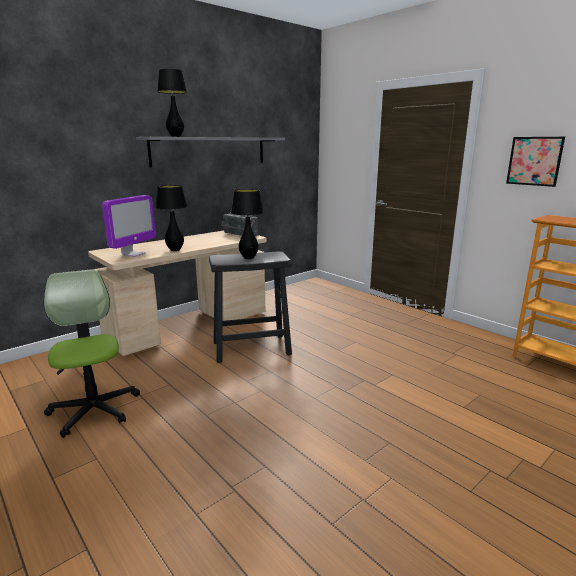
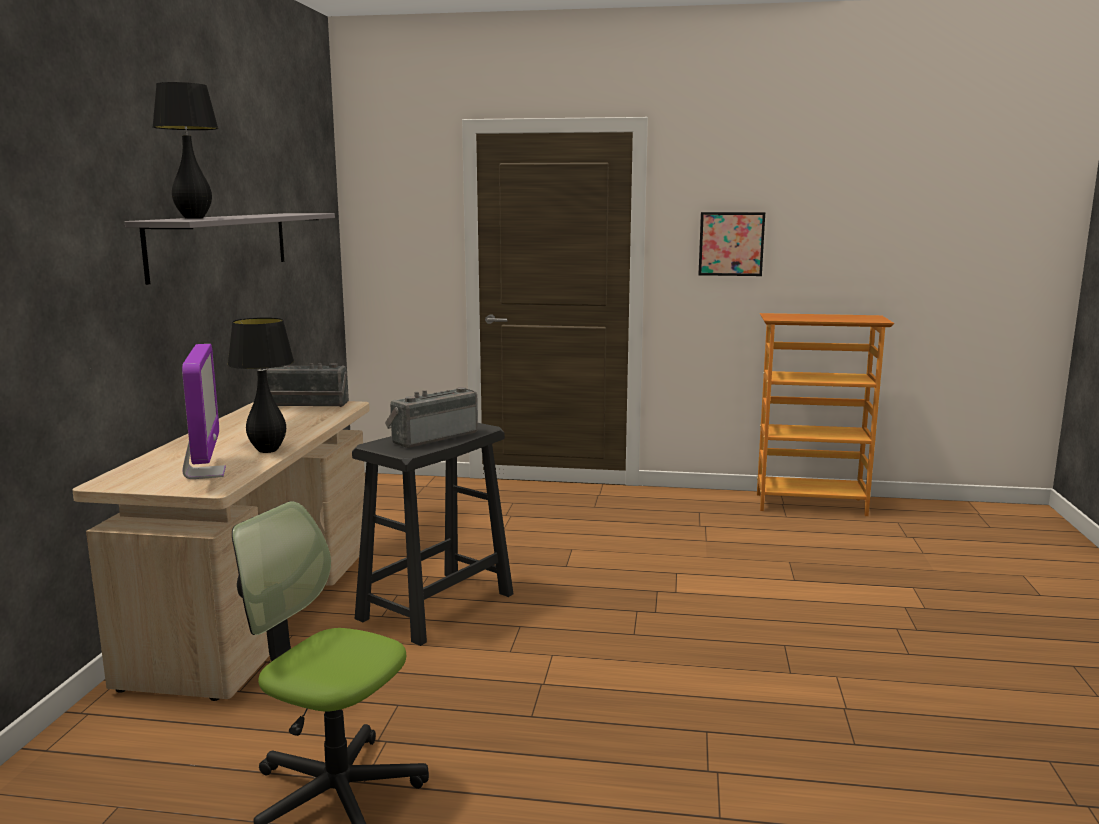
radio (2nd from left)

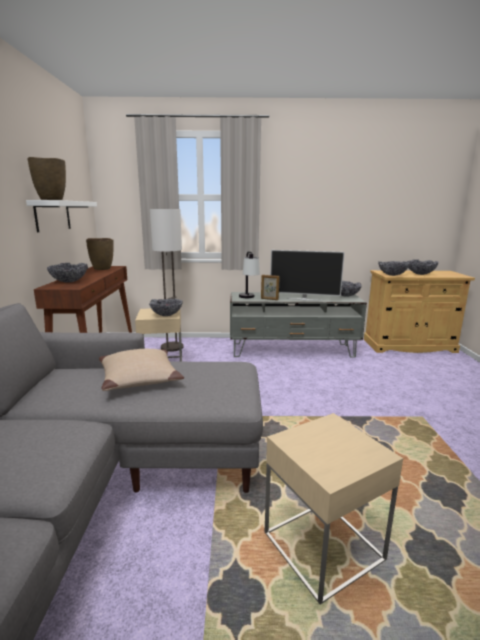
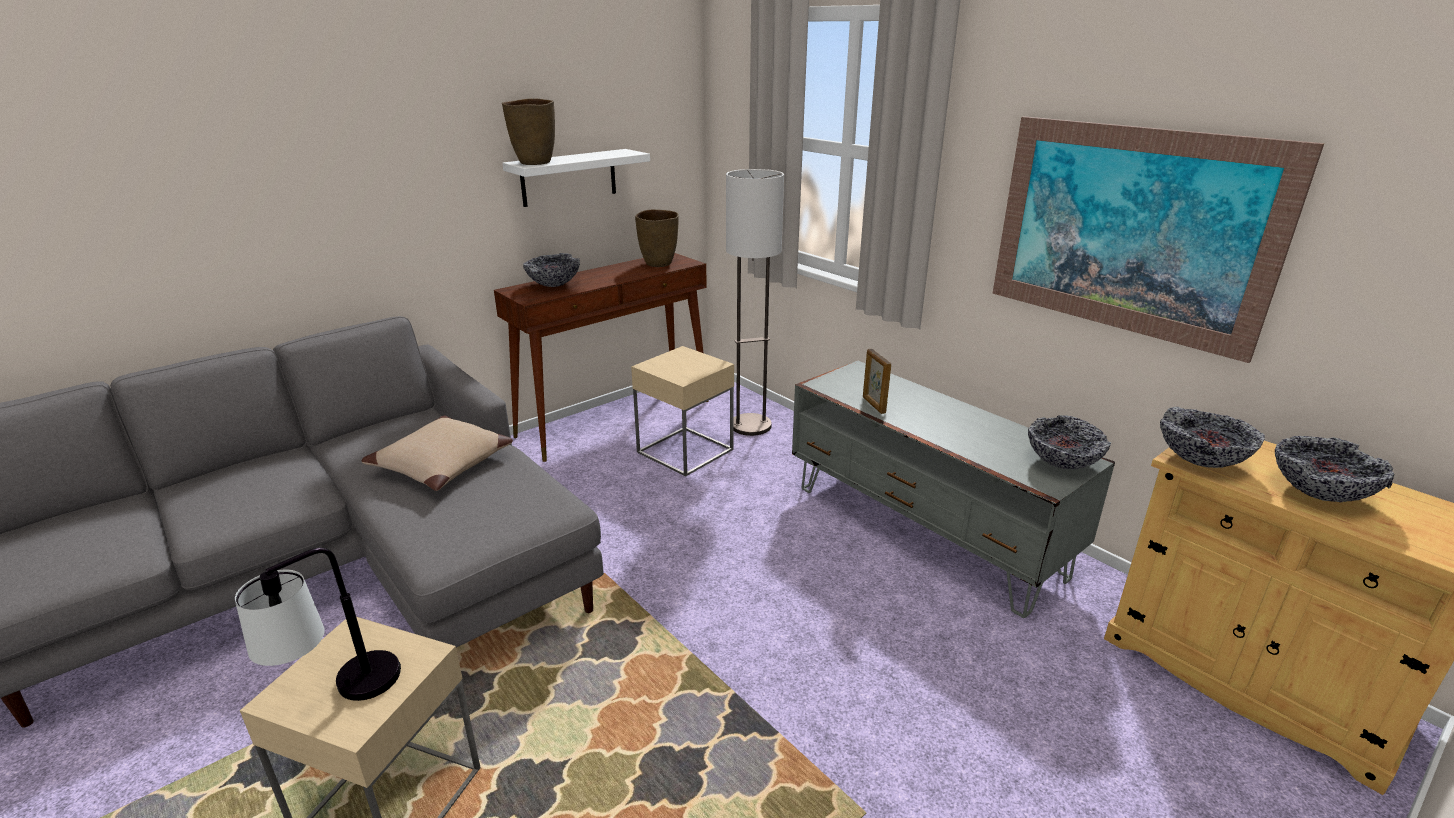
bowl (2nd from left in the first image)
television
picture
table lamp

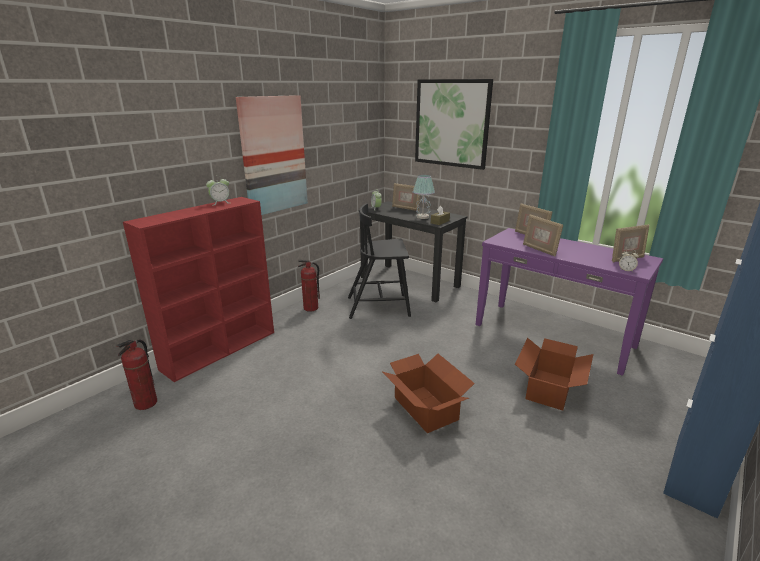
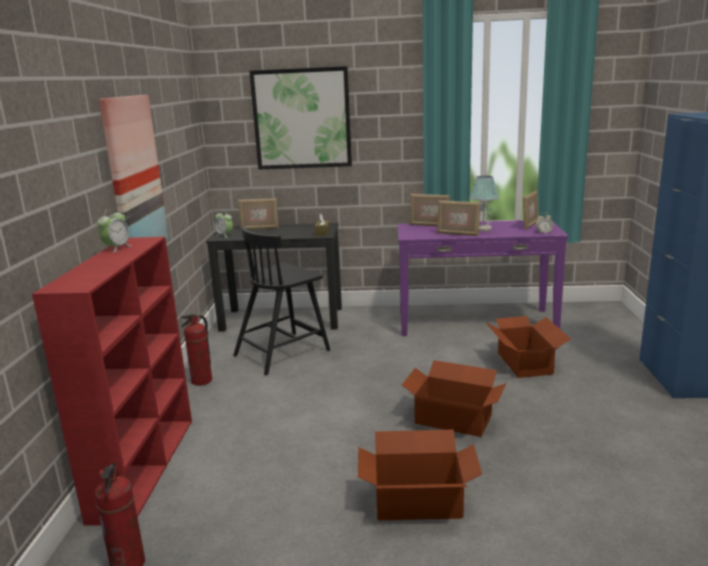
cardboard box (1st from left)
table lamp

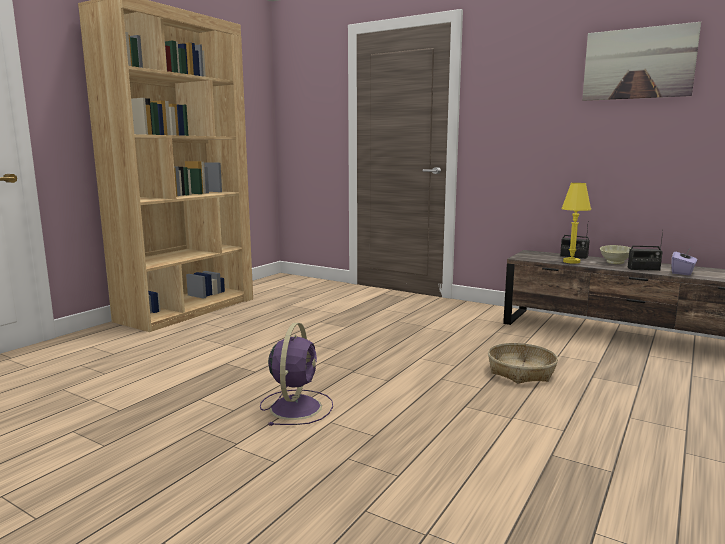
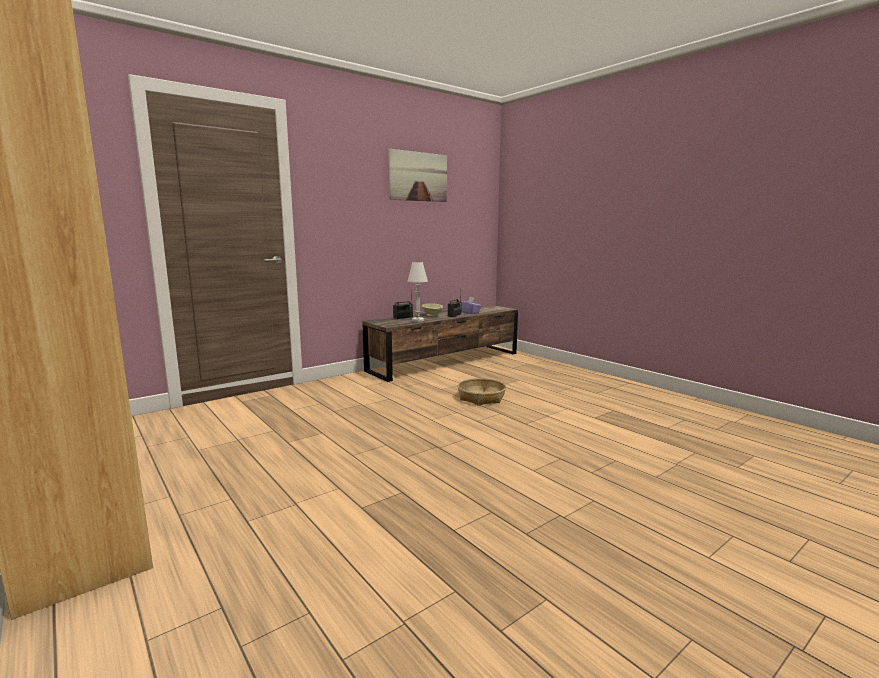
fan in purple
table lamp in white

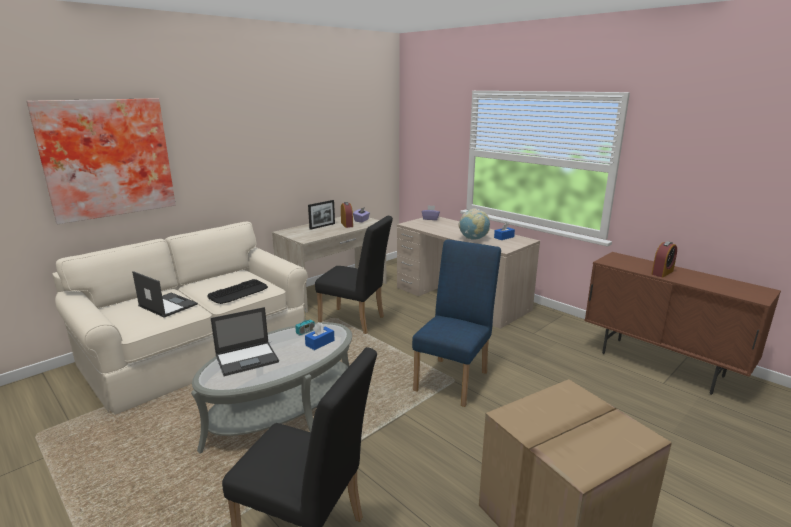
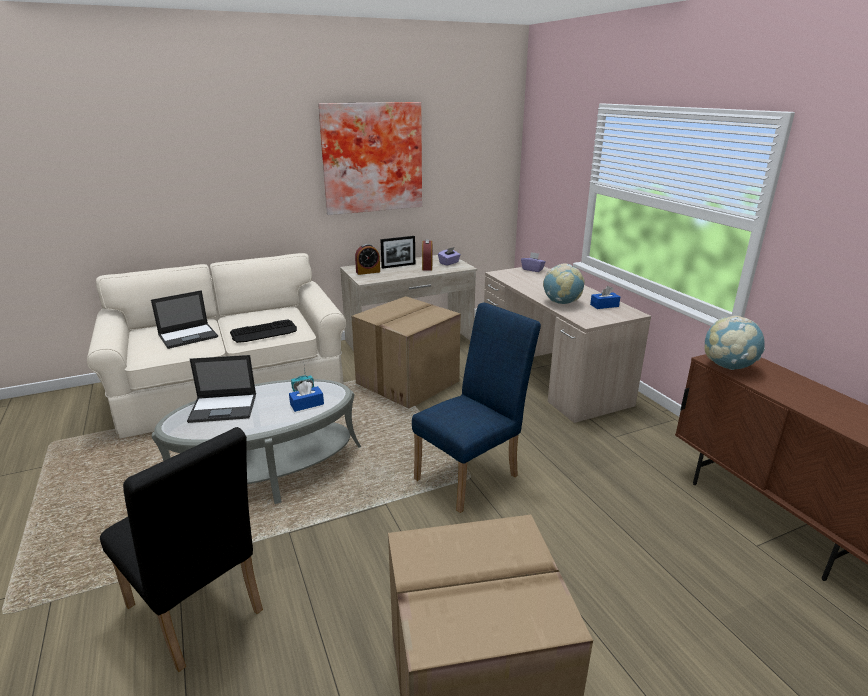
globe (2nd from left)
picture
alarm clock (1st from left)
cardboard box (1st from left)
laptop (1st from left)

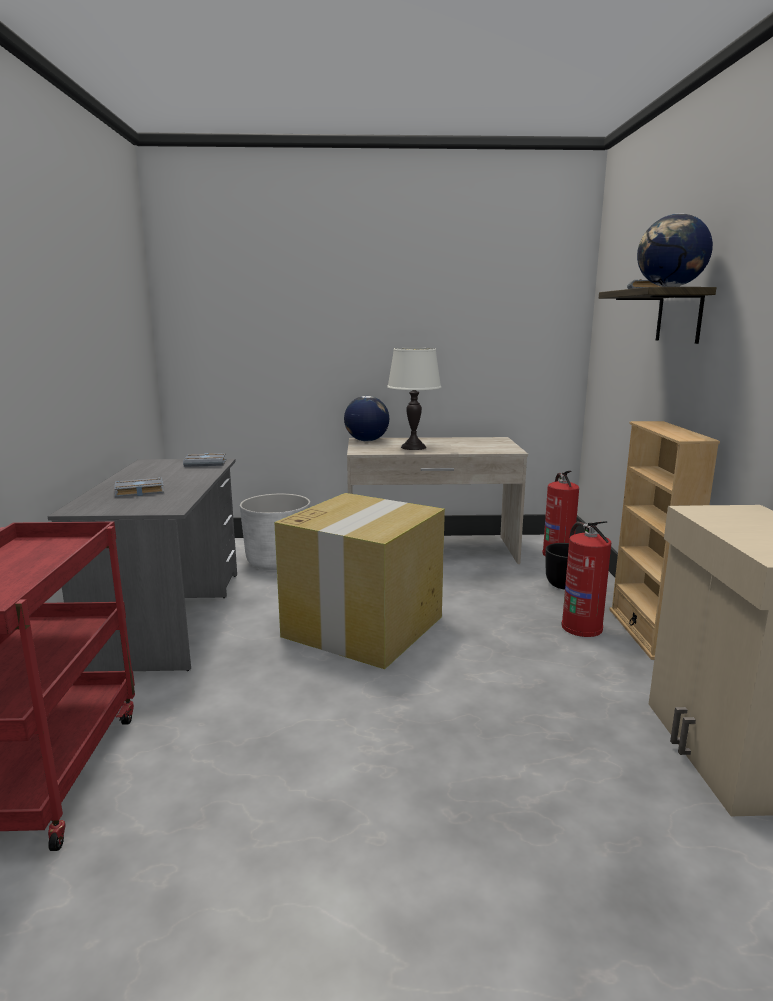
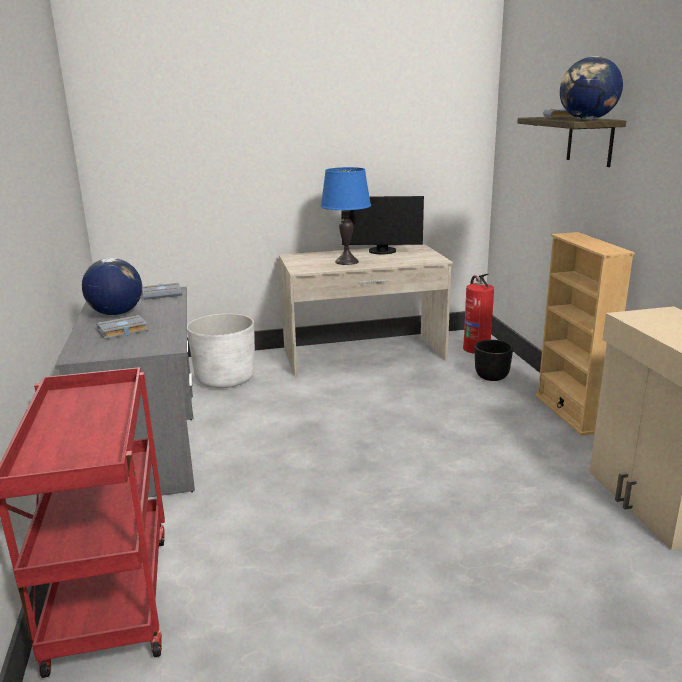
cardboard box
fire extinguisher (2nd from left in the first image)
monitor
globe (1st from left)
table lamp in blue

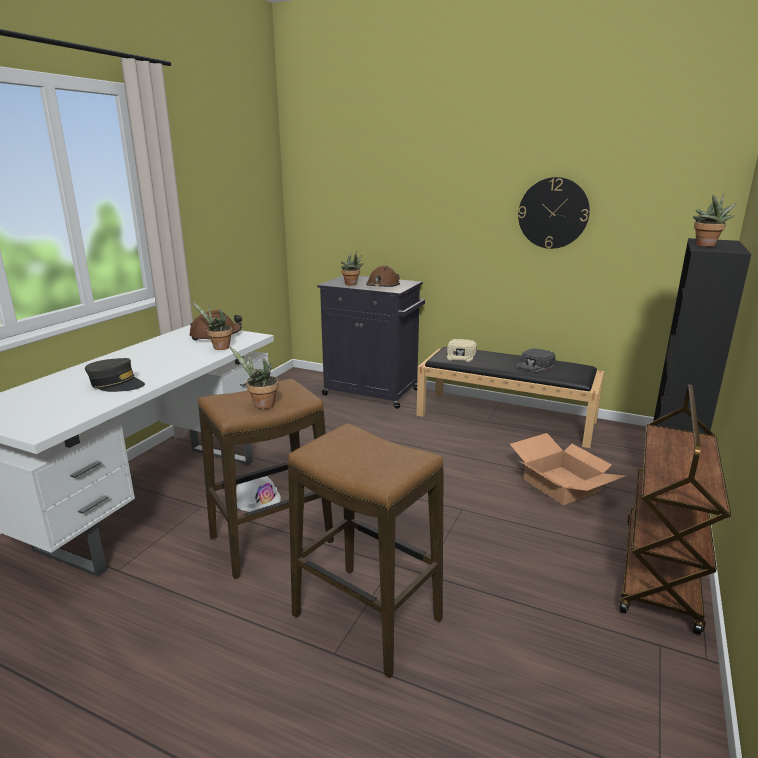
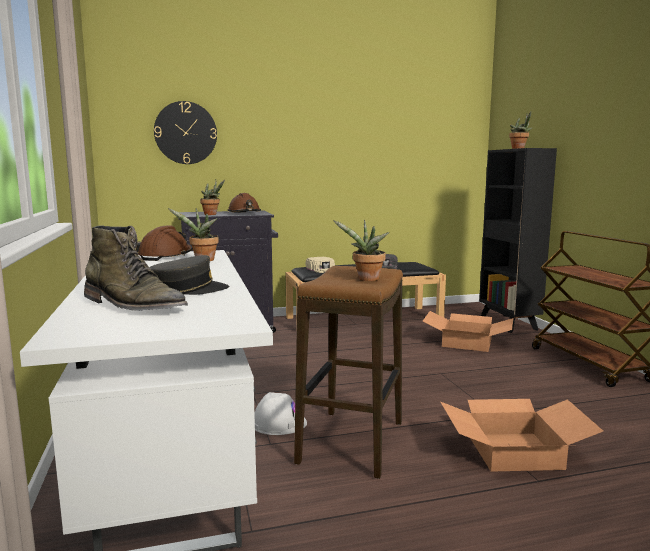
boot in green
wall clock
cardboard box (2nd from left)

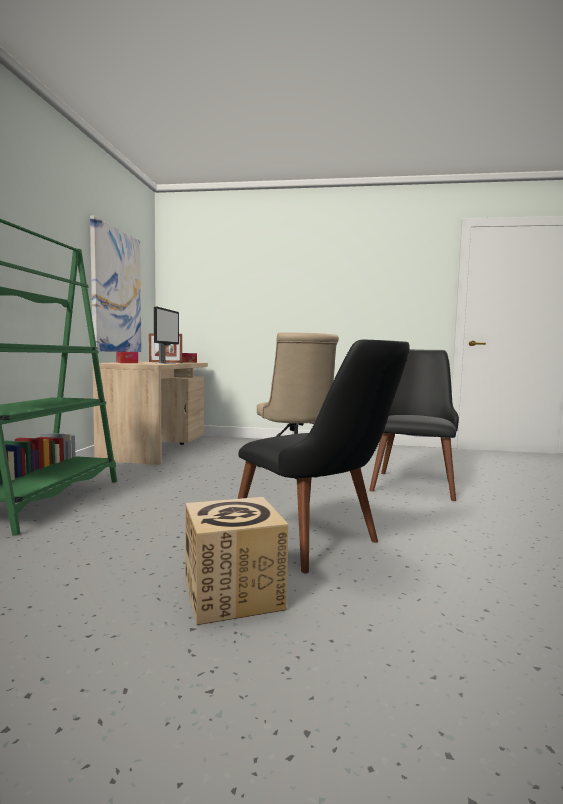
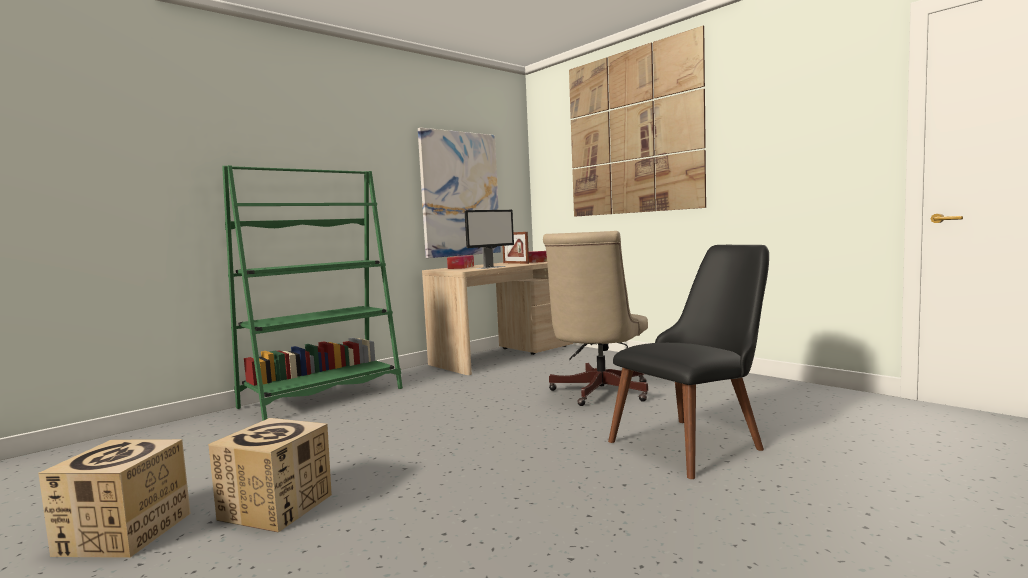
chair in black (1st from left in the first image)
cardboard box (1st from left)
picture (2nd from left)

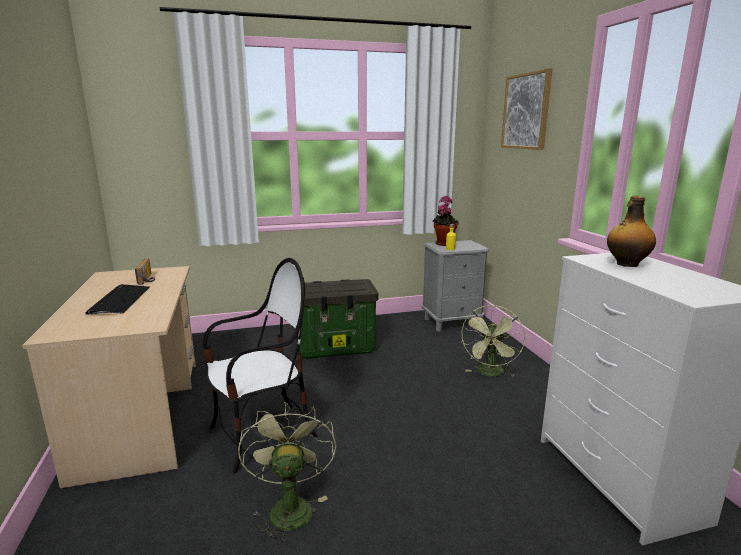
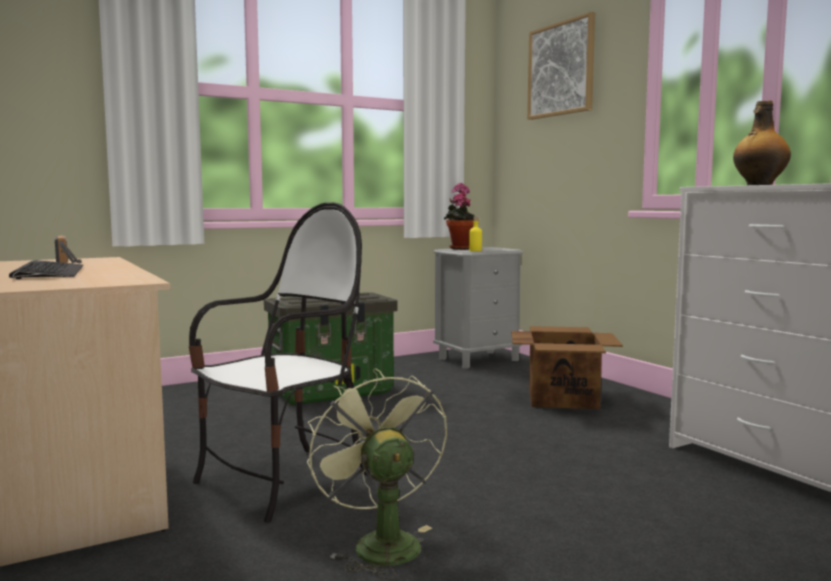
cardboard box

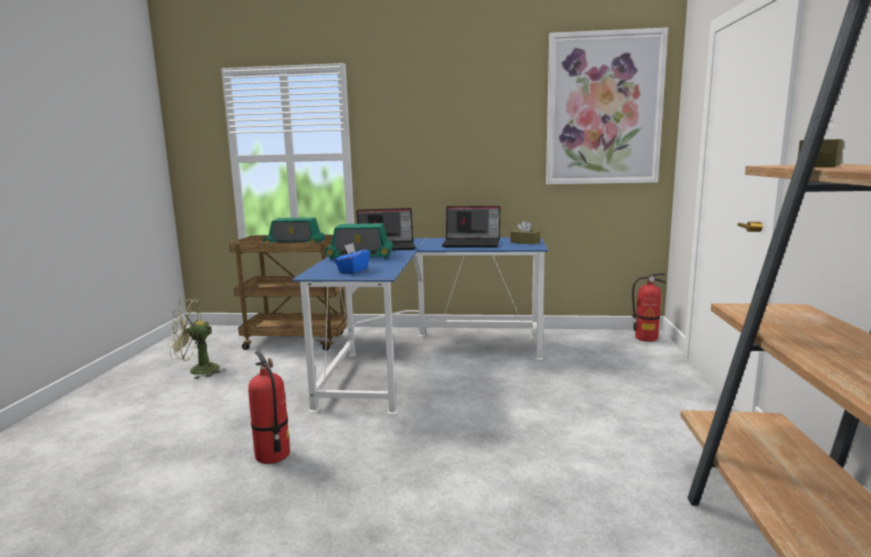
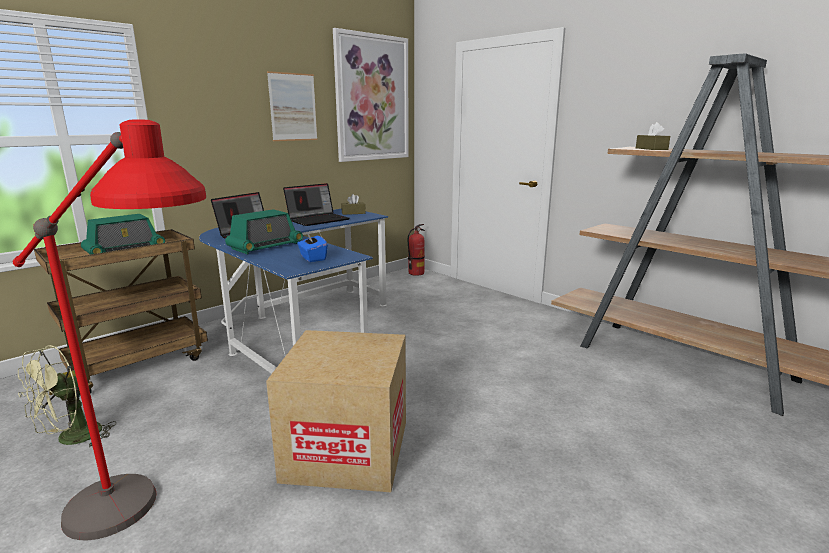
floor lamp in red
picture (1st from left)
cardboard box

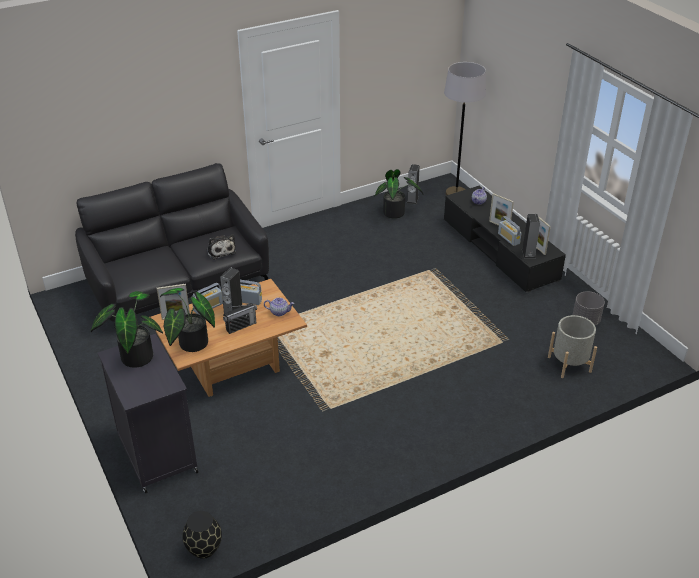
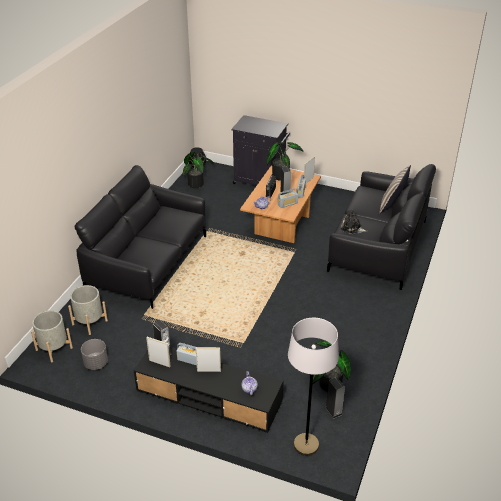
planter in grey (1st from left)
sofa in black (1st from left)
pillow
potted plant (1st from left)

